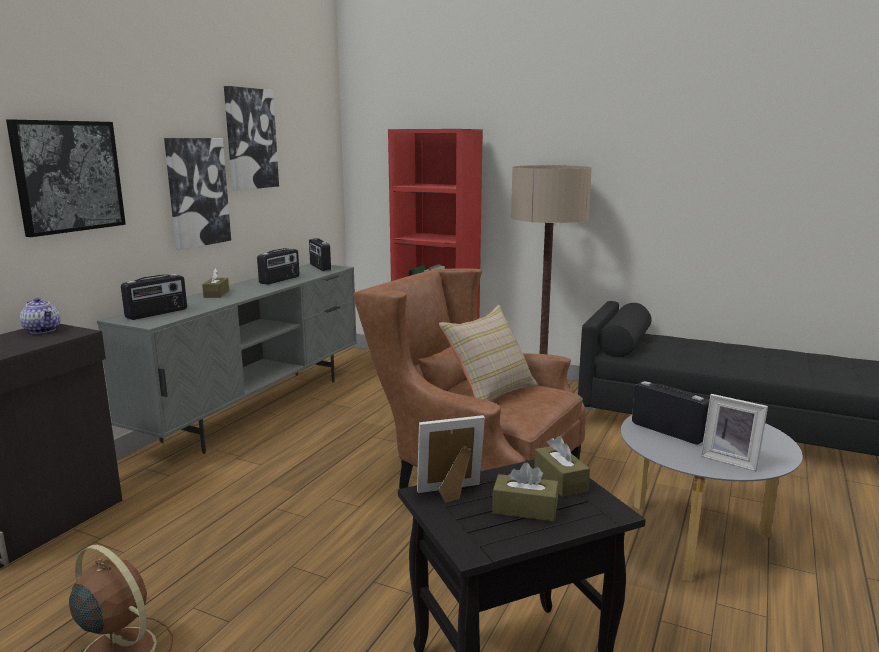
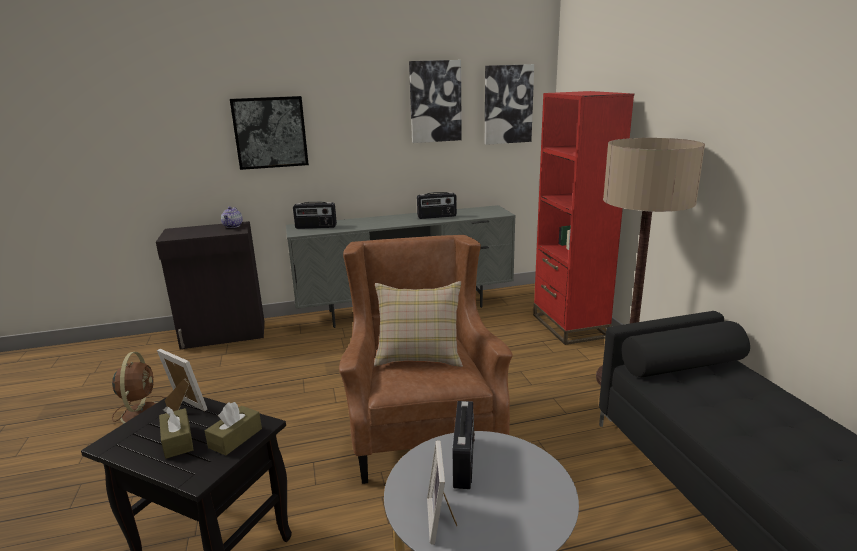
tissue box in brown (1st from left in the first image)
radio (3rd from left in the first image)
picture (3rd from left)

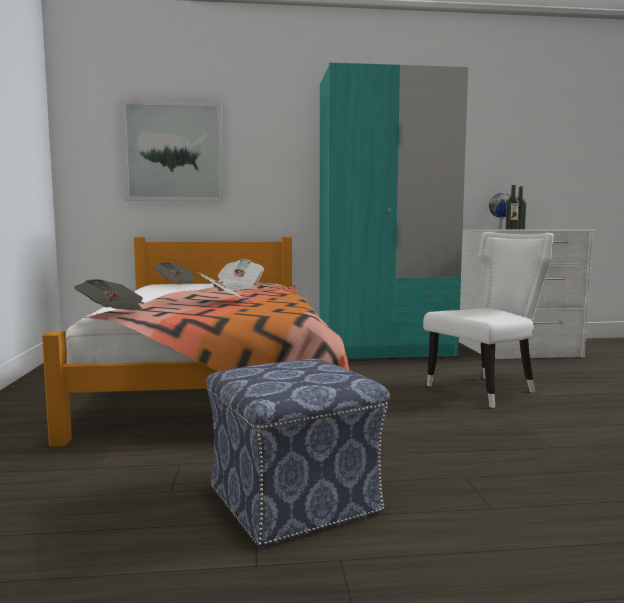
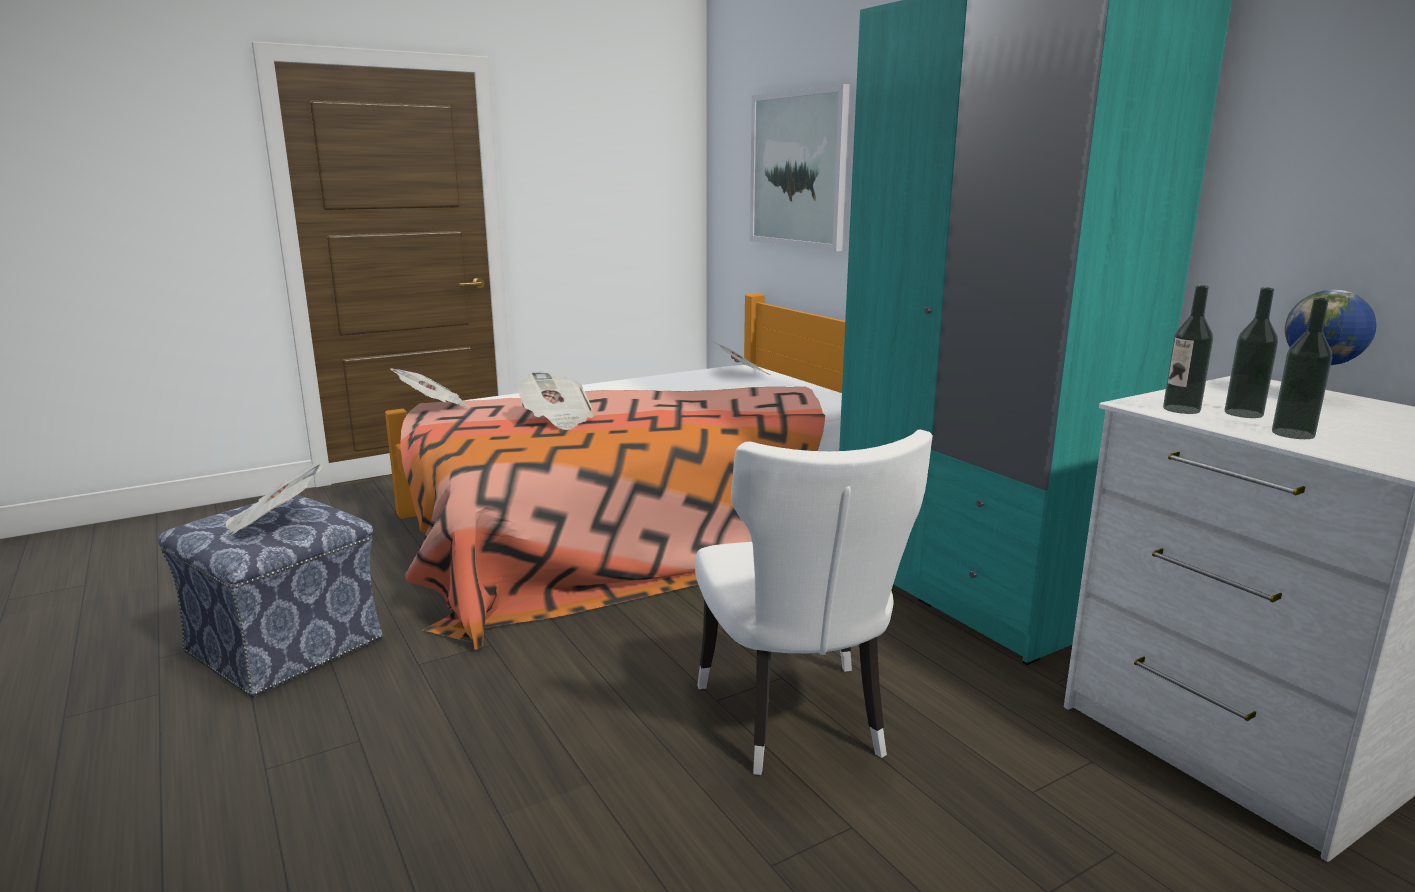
bottle (3rd from left)
newspaper (1st from left)
chair in white

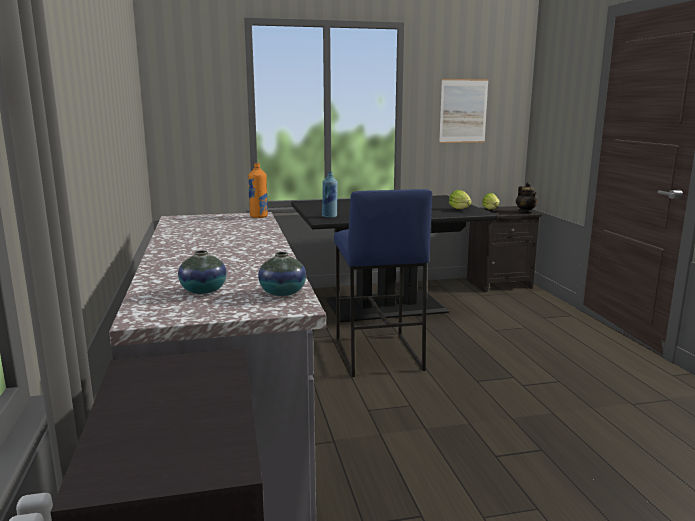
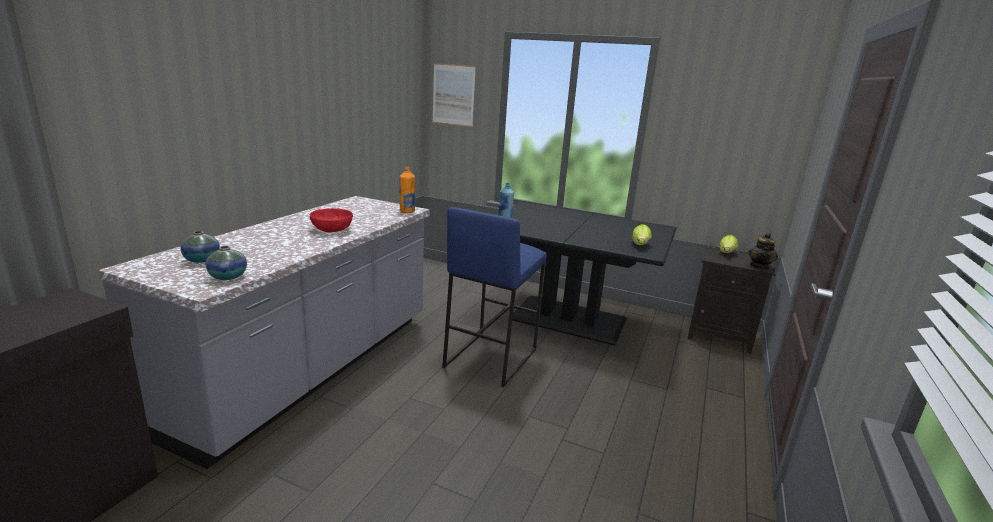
bowl in red
picture

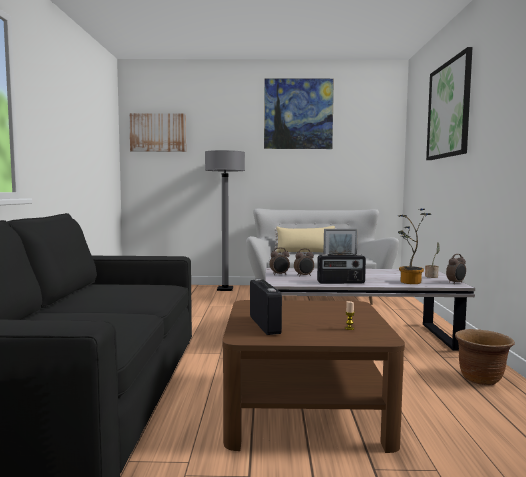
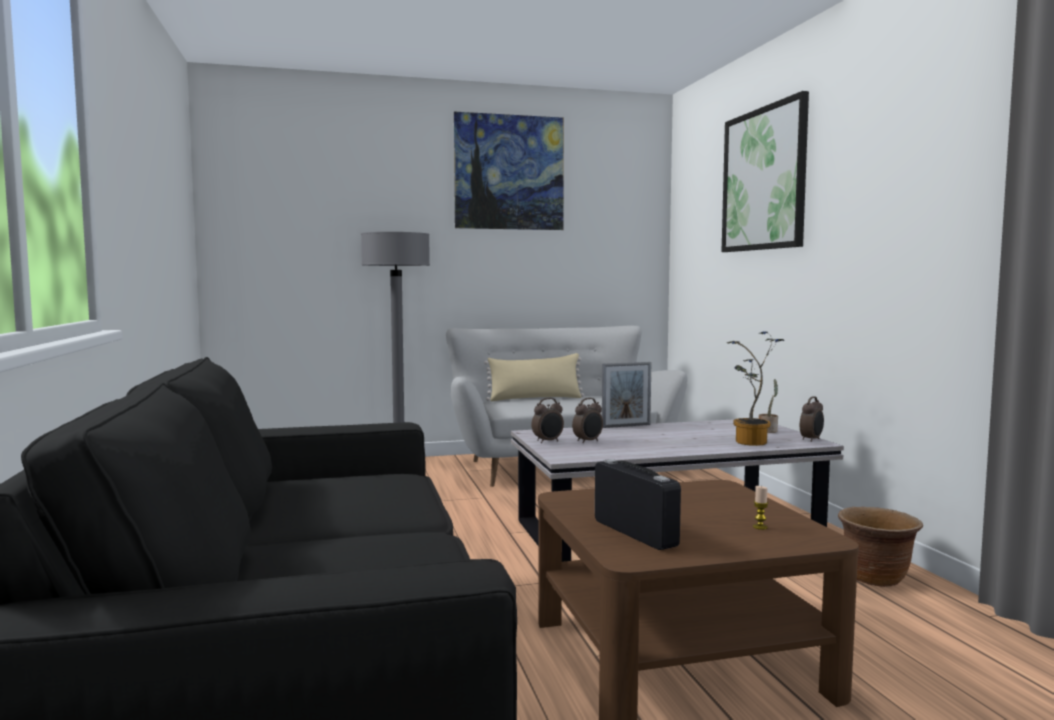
picture (1st from left in the first image)
radio (2nd from left in the first image)

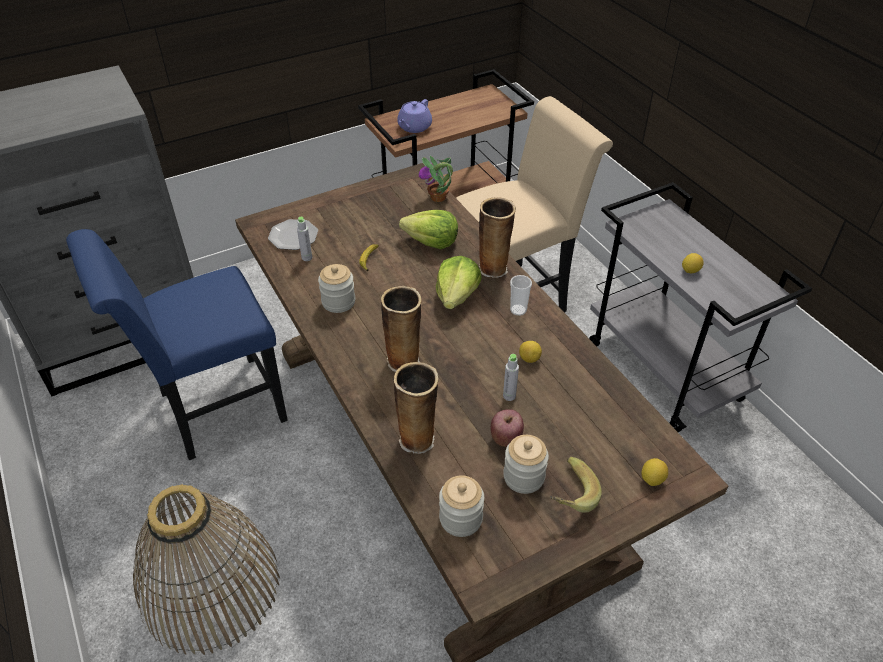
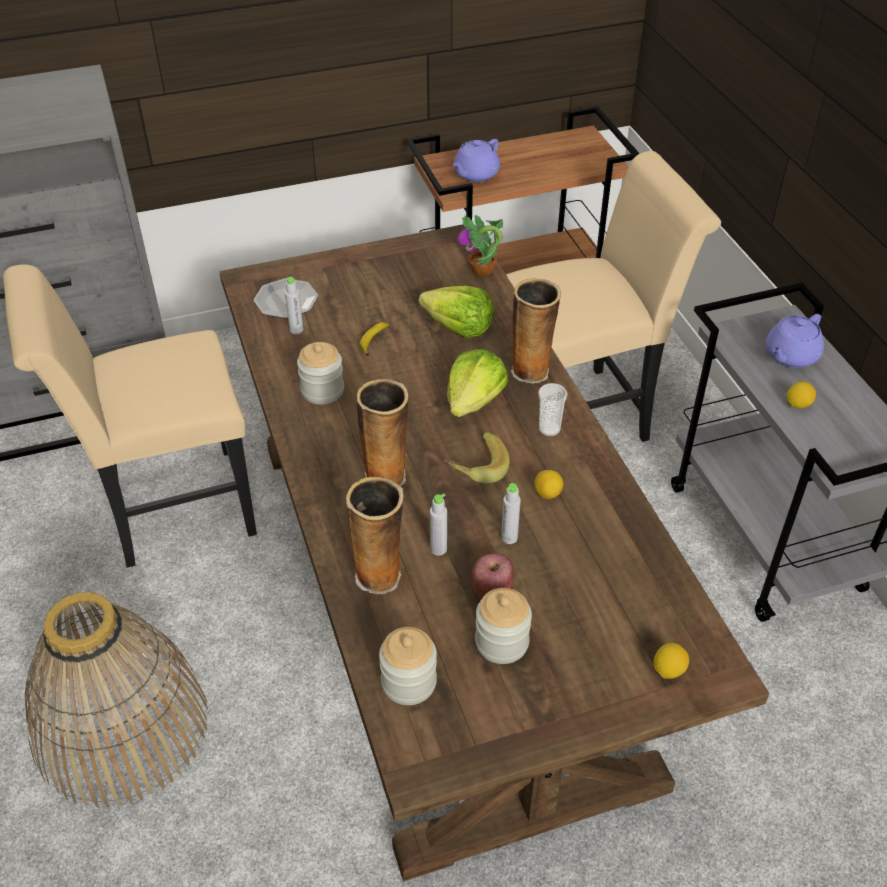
bottle in grey (2nd from left)
teapot in purple (2nd from left)
banana (2nd from left)
chair in beige (1st from left)

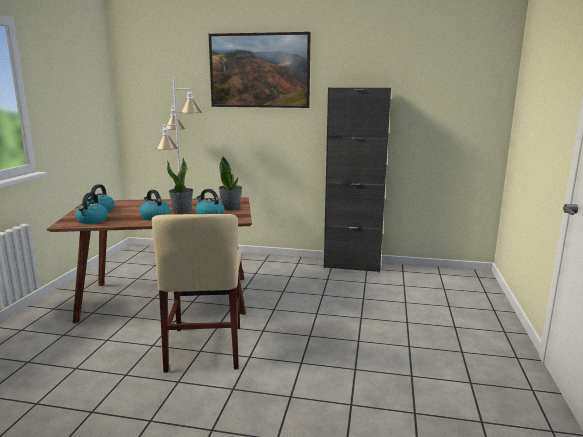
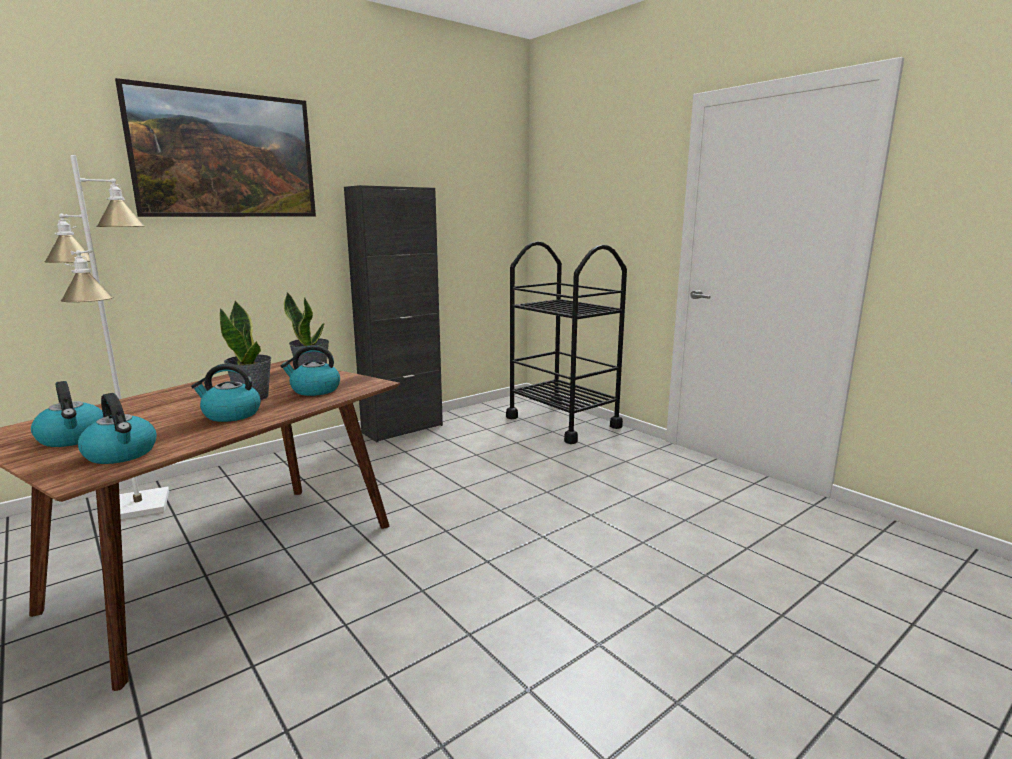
chair in beige
cart in black

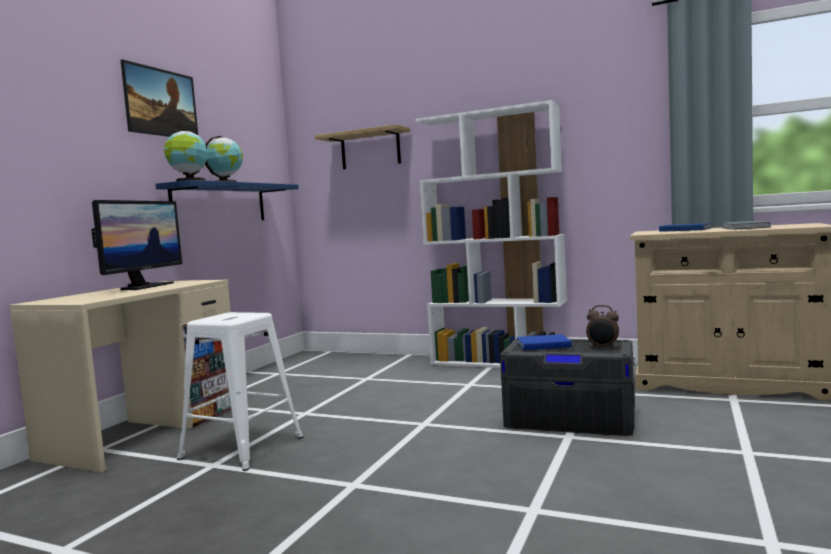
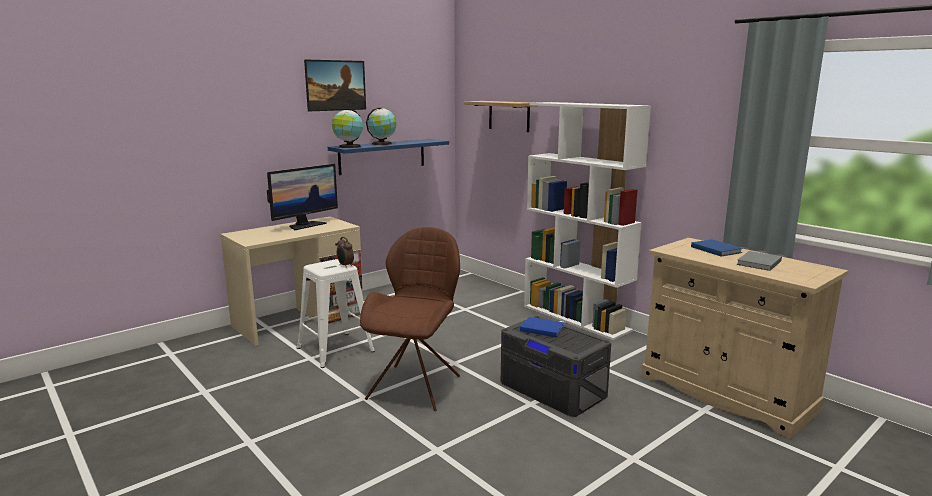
chair in brown
alarm clock

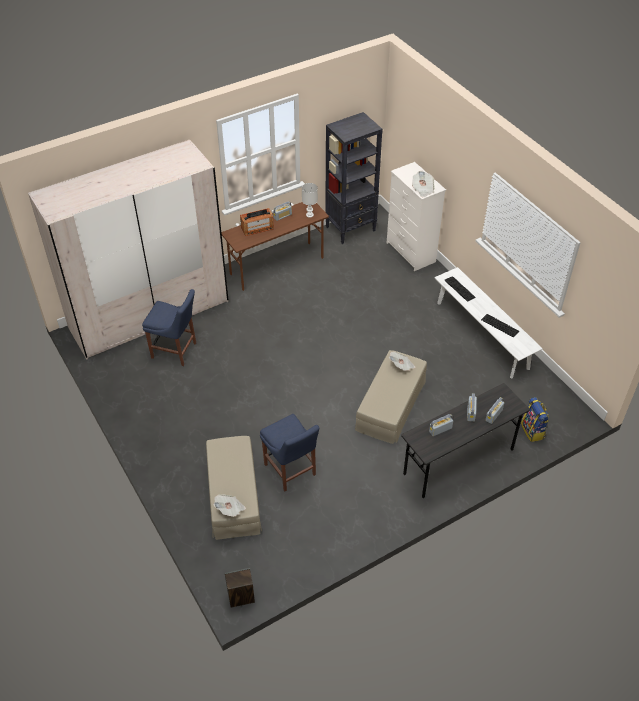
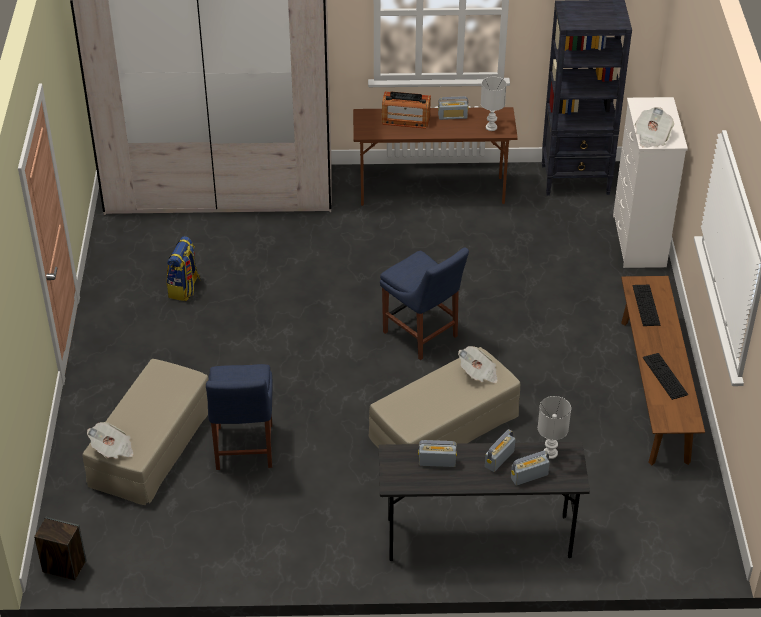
table lamp in white (2nd from left)
chair in blue (2nd from left)
backpack
bench in brown

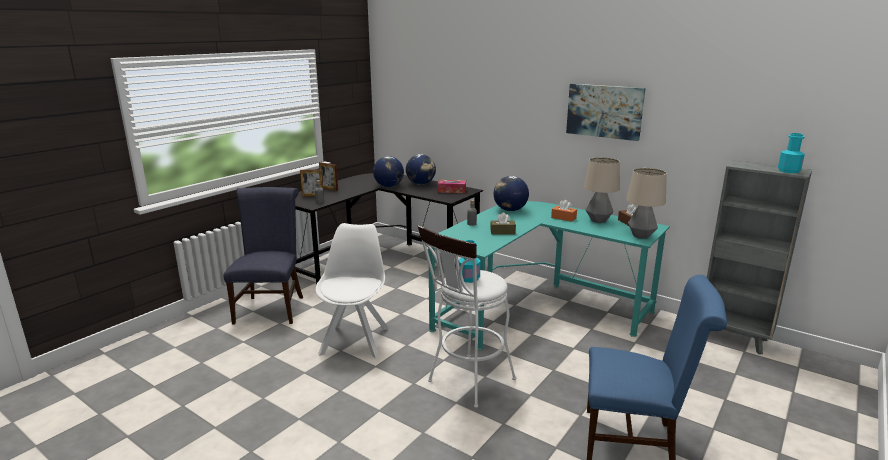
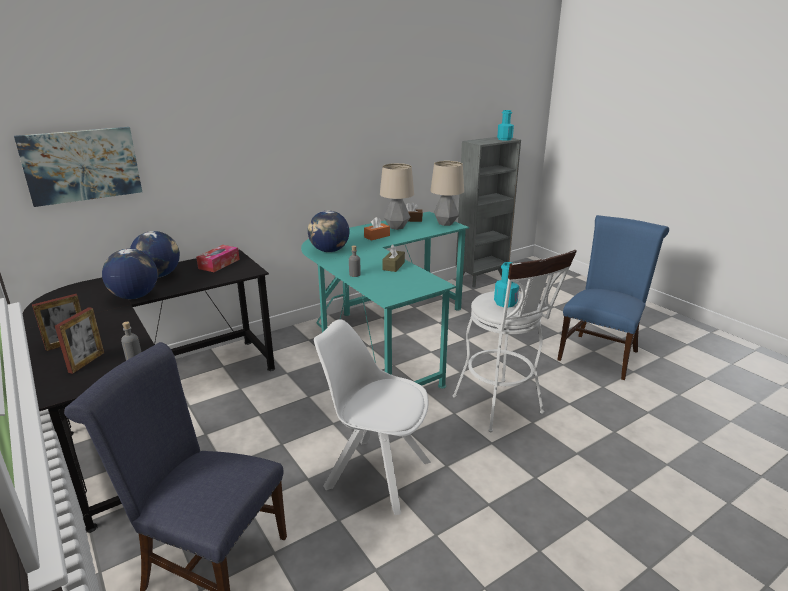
picture

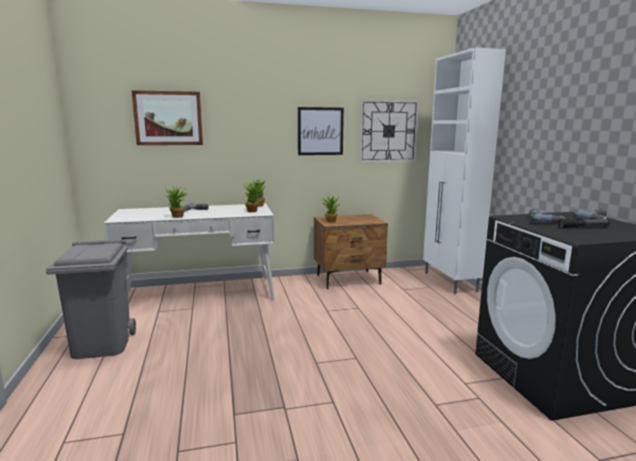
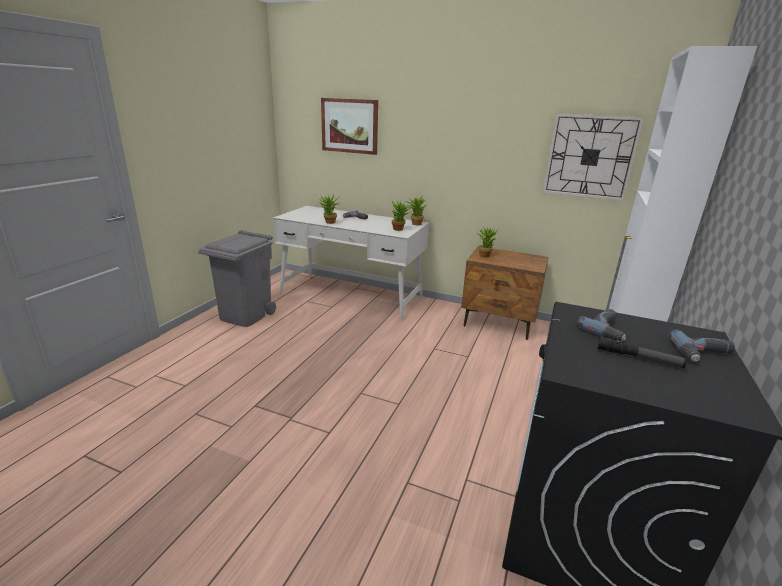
picture (2nd from left in the first image)

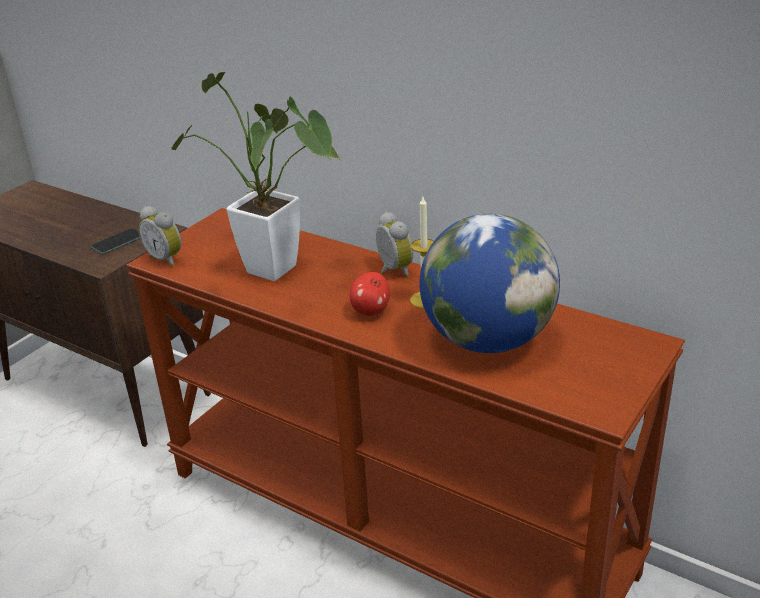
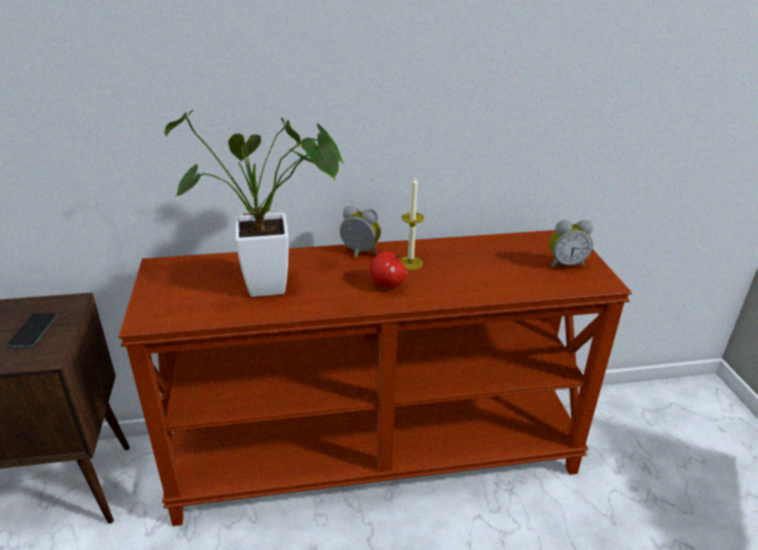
globe
alarm clock (2nd from left)

